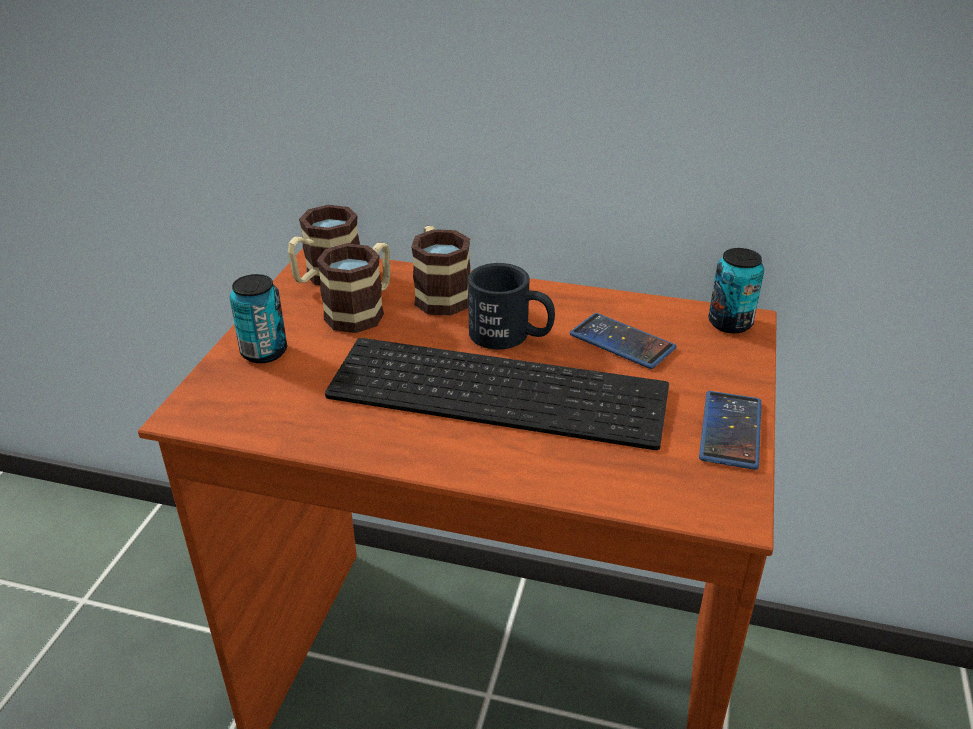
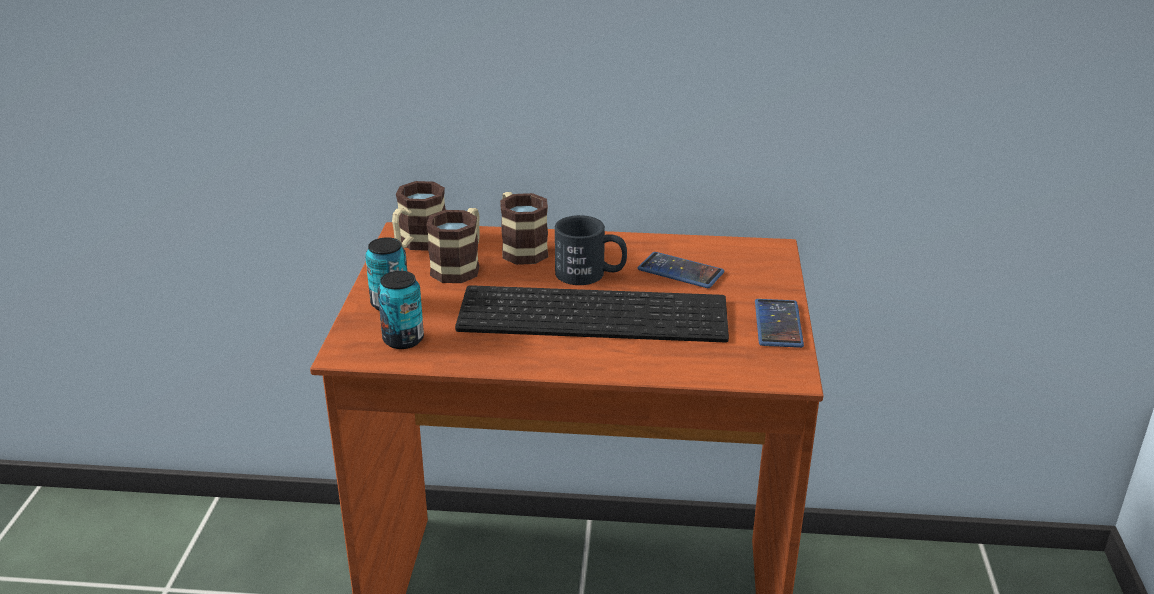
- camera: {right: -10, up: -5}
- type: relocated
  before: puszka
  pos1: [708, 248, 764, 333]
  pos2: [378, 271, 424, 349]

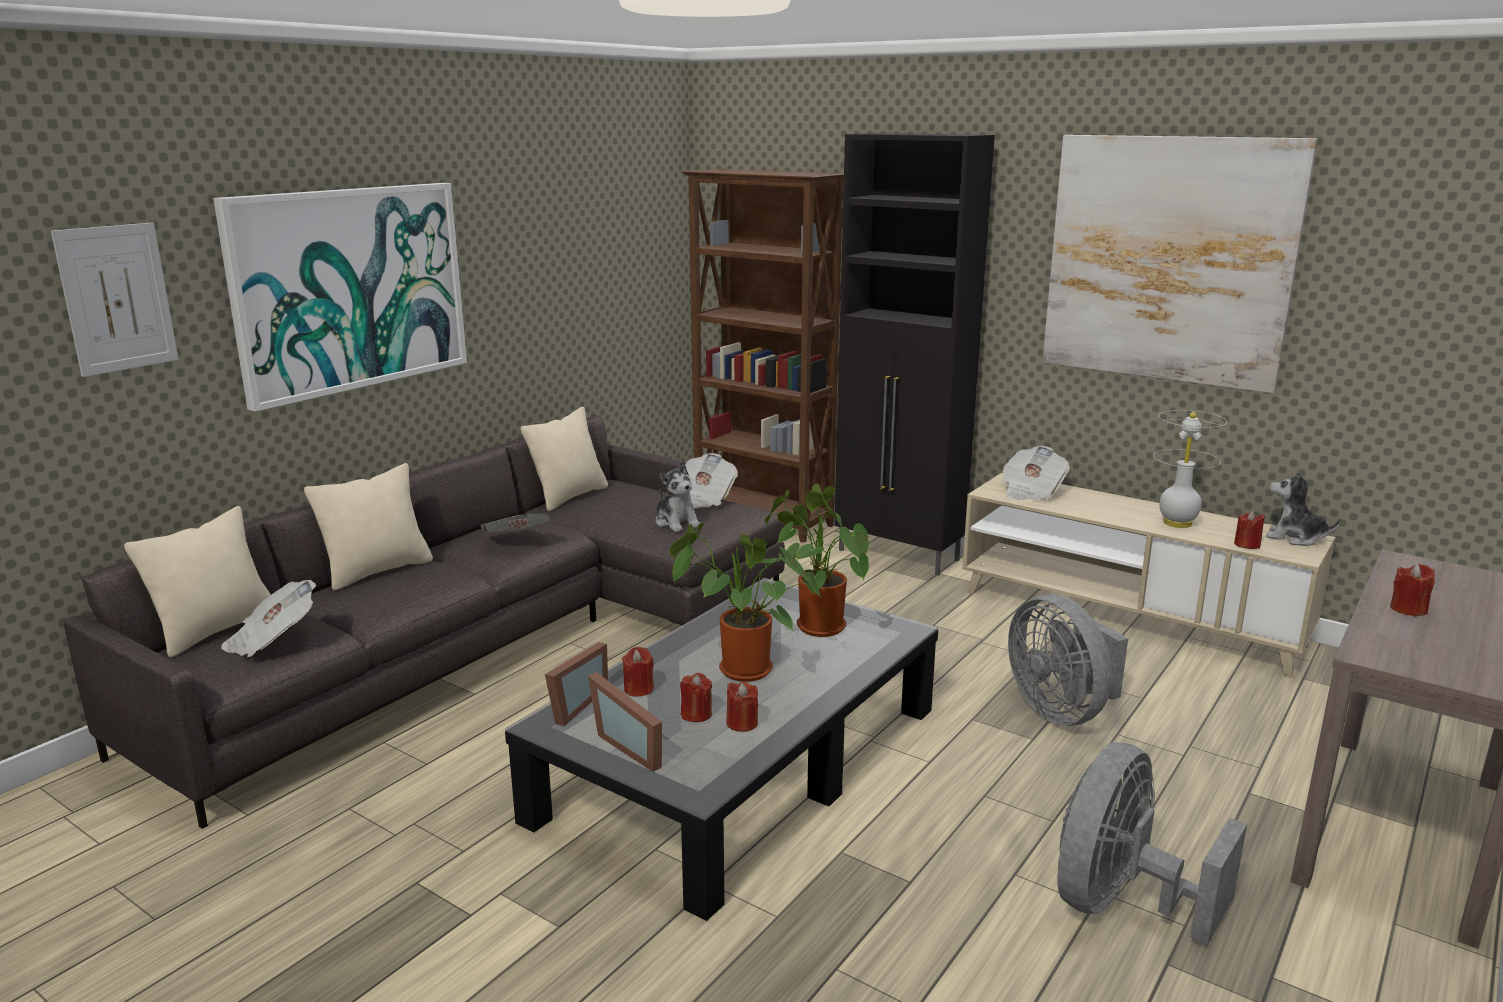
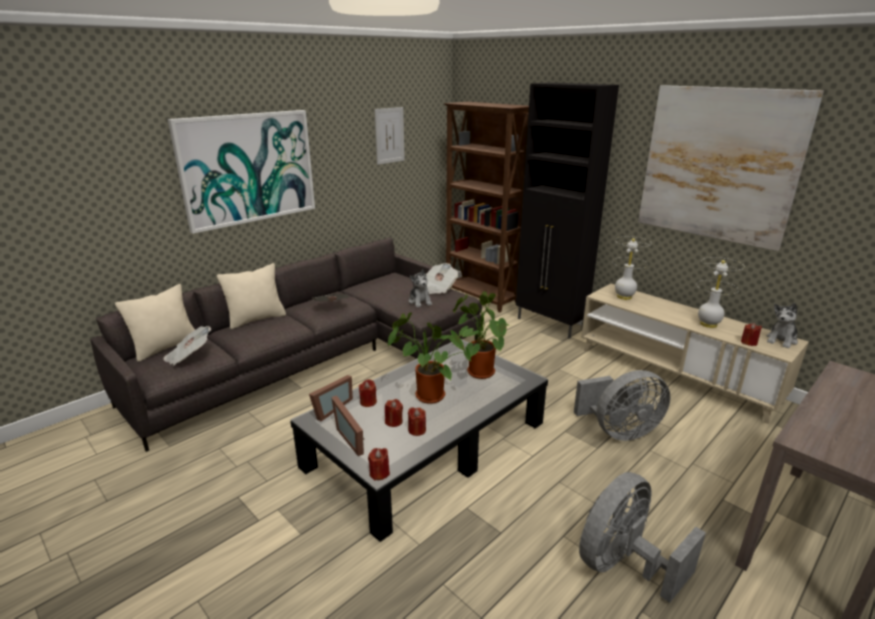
- camera: {right: 10, up: 5}
- type: relocated
  before: obraz
  pos1: [51, 223, 179, 377]
  pos2: [375, 107, 405, 165]
- type: missing
  before: poduszka (beżowy)
  pos1: [521, 407, 608, 511]
- type: exchanged
  before: gazeta
  after: lampa stołowa (biały)
  pos1: [1002, 446, 1070, 500]
  pos2: [612, 236, 652, 300]
- type: spun
  before: pluszak
  pos1: [1266, 471, 1341, 546]
  pos2: [767, 303, 798, 348]
  turn: -90
- type: relocated
  before: świeca (czerwony)
  pos1: [1390, 564, 1435, 617]
  pos2: [368, 448, 390, 480]
- type: spun
  before: wentylator (szary)
  pos1: [1008, 594, 1128, 726]
  pos2: [574, 370, 671, 441]
  turn: -90

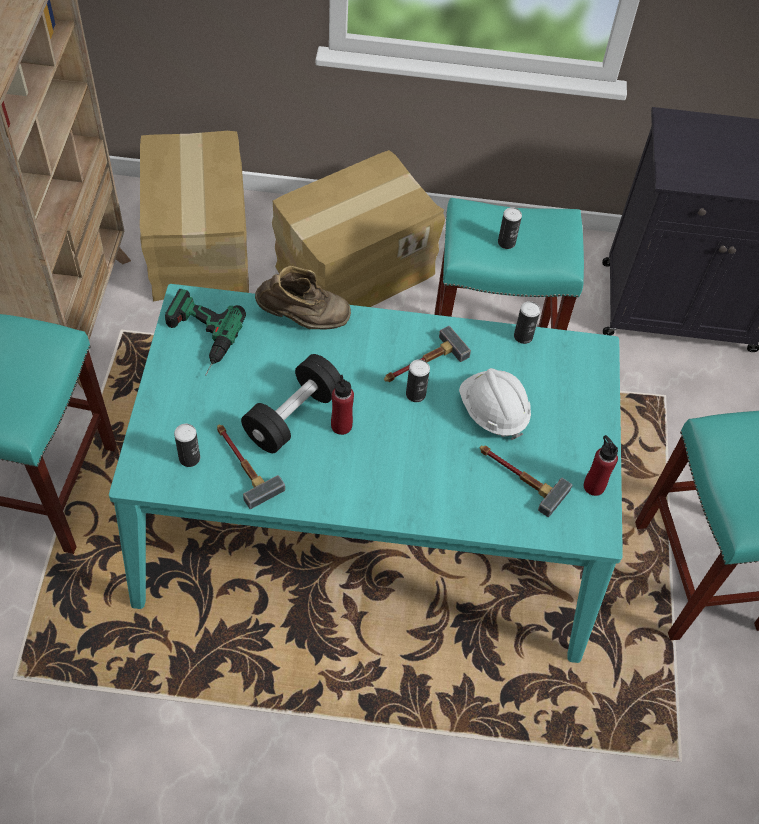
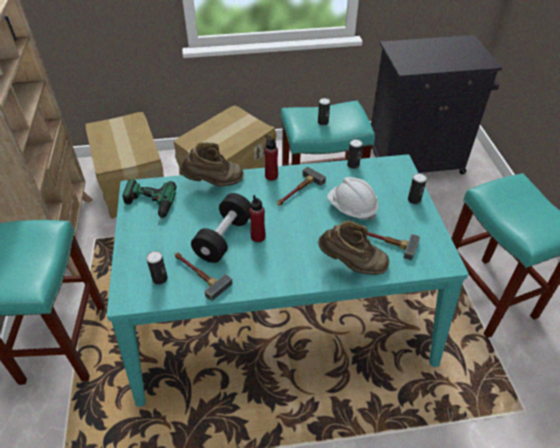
- camera: {right: -10, up: -10}
- type: relocated
  before: puszka
  pos1: [406, 359, 430, 402]
  pos2: [408, 173, 427, 204]
- type: relocated
  before: butelka (czerwony)
  pos1: [583, 435, 618, 496]
  pos2: [264, 135, 278, 181]
- type: appeared
  after: but z cholewką (brązowy)
  pos2: [318, 220, 389, 275]

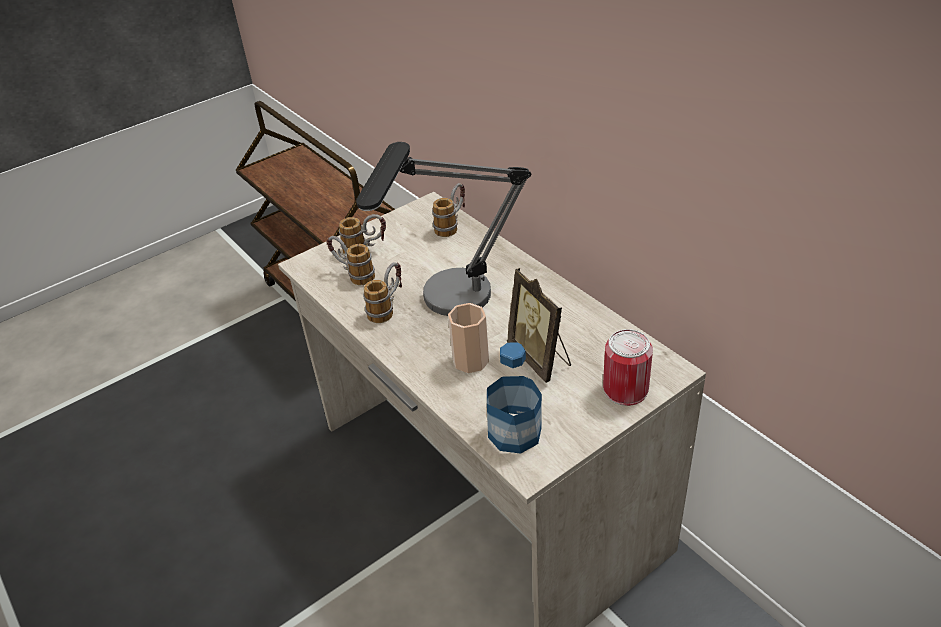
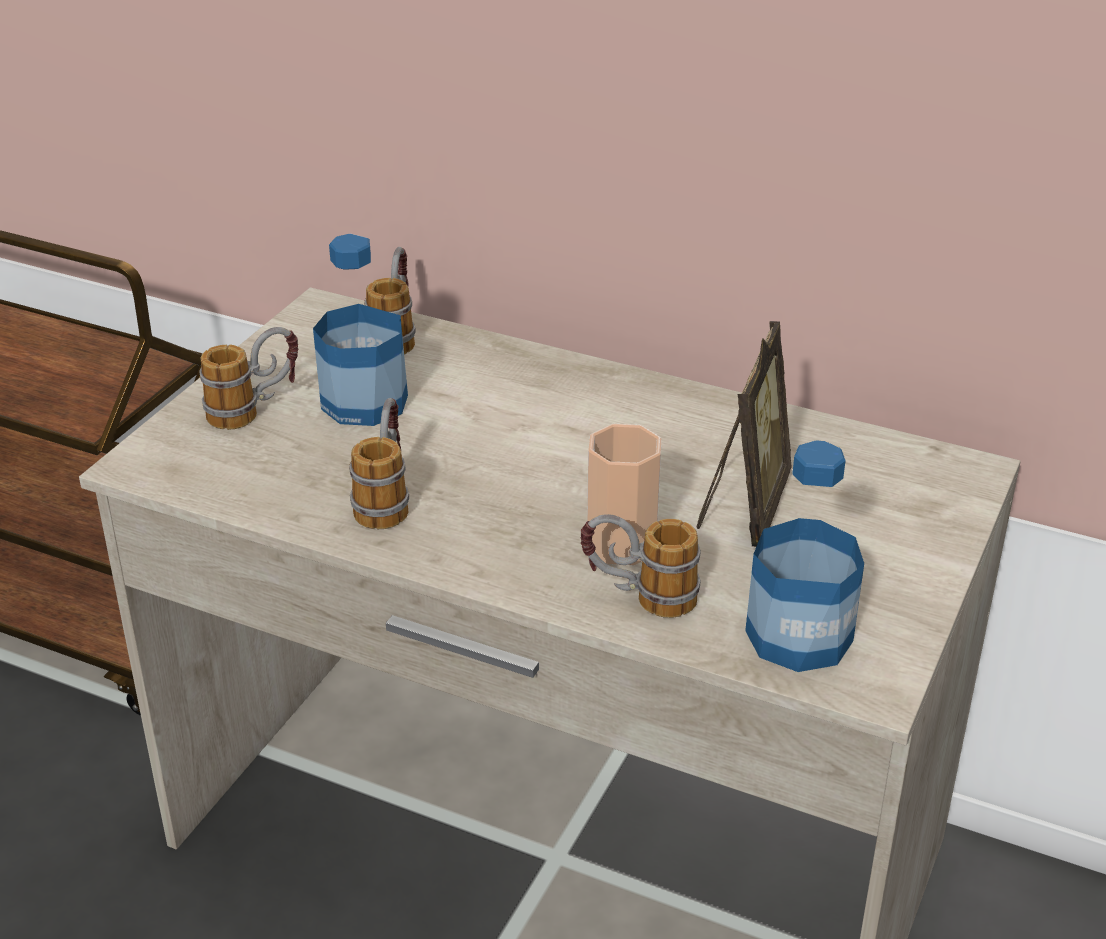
- camera: {right: -30, up: -5}
- type: missing
  before: lampa stołowa
  pos1: [356, 142, 531, 316]
- type: relocated
  before: kubek
  pos1: [327, 236, 375, 285]
  pos2: [581, 514, 701, 618]
- type: spun
  before: ramka na zdjęcie
  pos1: [507, 268, 571, 383]
  pos2: [696, 321, 792, 547]
  turn: -105
- type: missing
  before: puszka
  pos1: [603, 329, 653, 406]
- type: appeared
  after: butelka
  pos2: [313, 234, 408, 426]

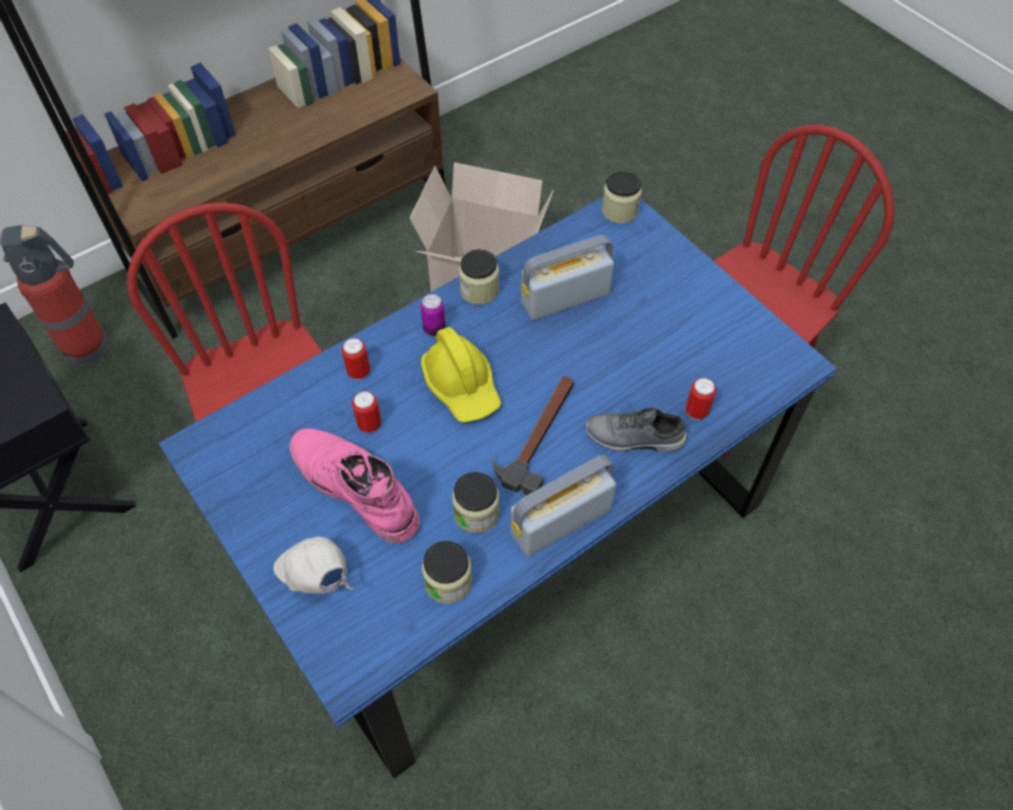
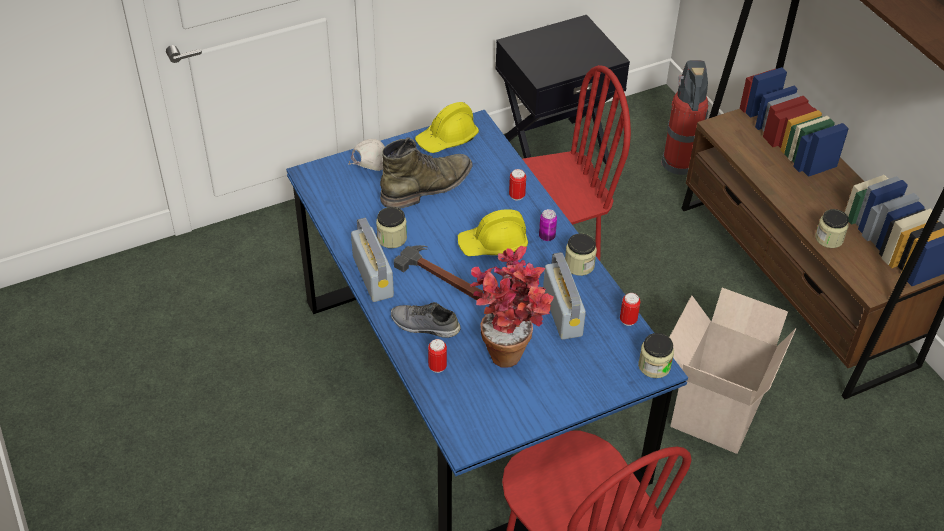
- camera: {right: 100, up: -10}
- type: relocated
  before: puszka
  pos1: [352, 391, 381, 433]
  pos2: [620, 293, 640, 326]
- type: spun
  before: but (szary)
  pos1: [586, 407, 687, 452]
  pos2: [391, 302, 461, 338]
  turn: -90
- type: colour
  before: but z cholewką (różowy)
  after: but z cholewką (zielony)
  pos1: [289, 428, 420, 544]
  pos2: [380, 137, 472, 209]
- type: relocated
  before: słoik
  pos1: [422, 541, 472, 604]
  pos2: [815, 209, 849, 248]
- type: appeared
  after: kask (żółty)
  pos2: [415, 102, 479, 153]
- type: appeared
  after: roślina doniczkowa
  pos2: [470, 246, 554, 368]

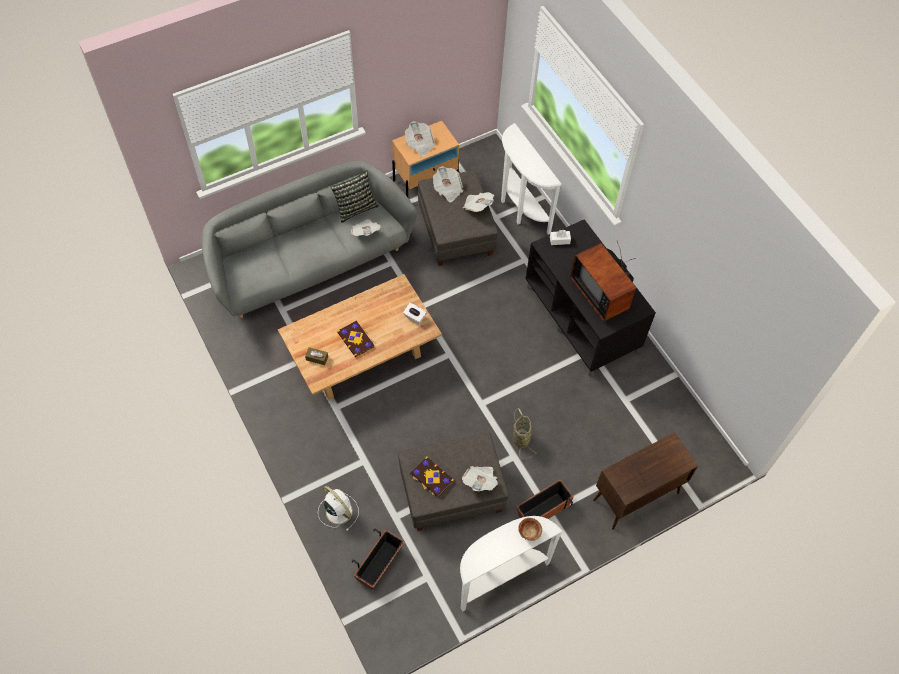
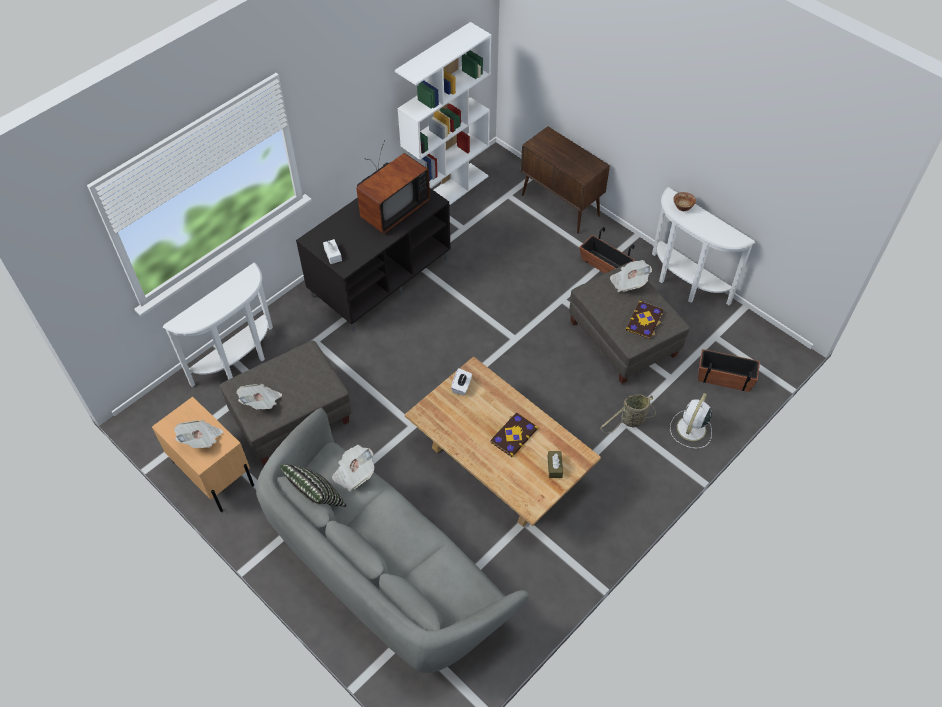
- camera: {right: -105, up: -5}
- type: missing
  before: gazeta
  pos1: [463, 192, 494, 212]
- type: relocated
  before: koszyk
  pos1: [513, 408, 537, 459]
  pos2: [600, 394, 656, 433]
- type: appeared
  after: regał (biały)
  pos2: [395, 22, 491, 205]

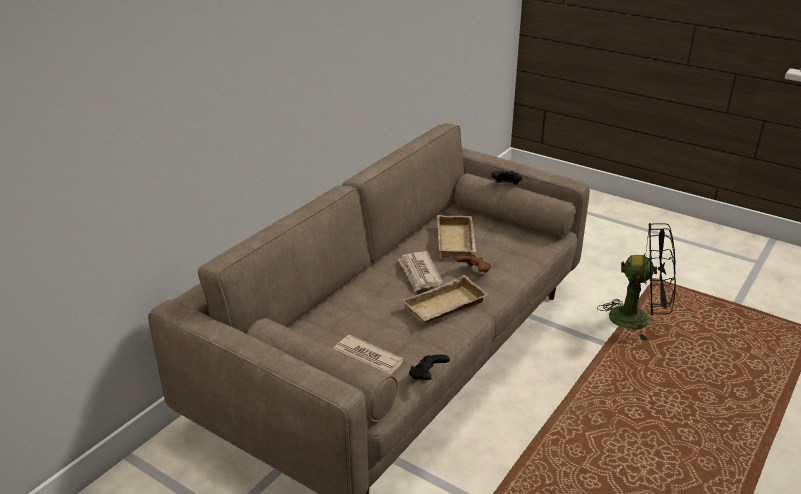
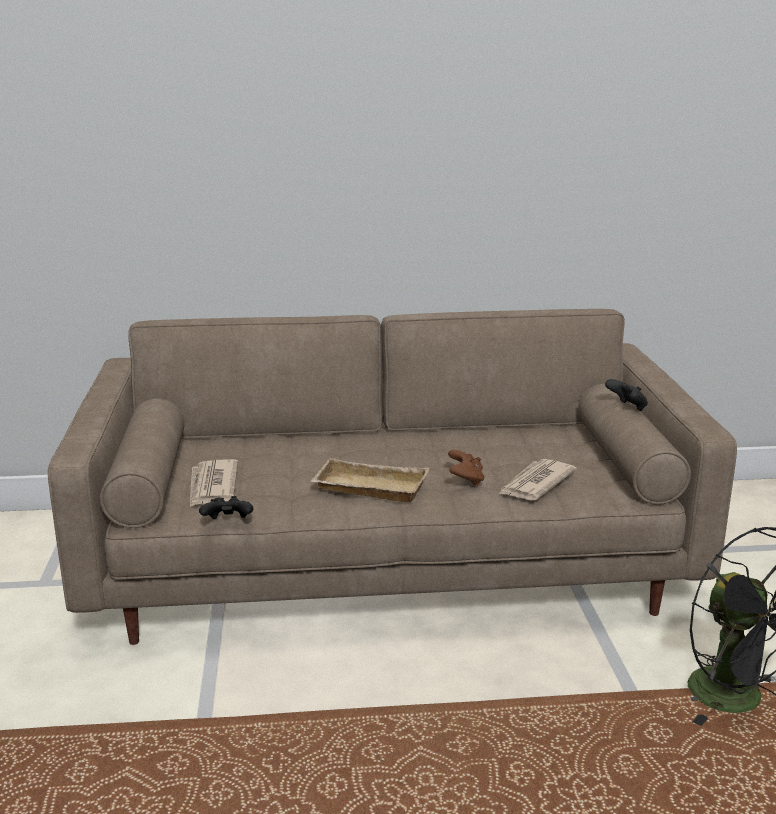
- camera: {right: 50, up: -10}
- type: missing
  before: taca (beżowy)
  pos1: [437, 215, 476, 257]
- type: relocated
  before: gazeta
  pos1: [398, 251, 443, 291]
  pos2: [499, 459, 577, 500]

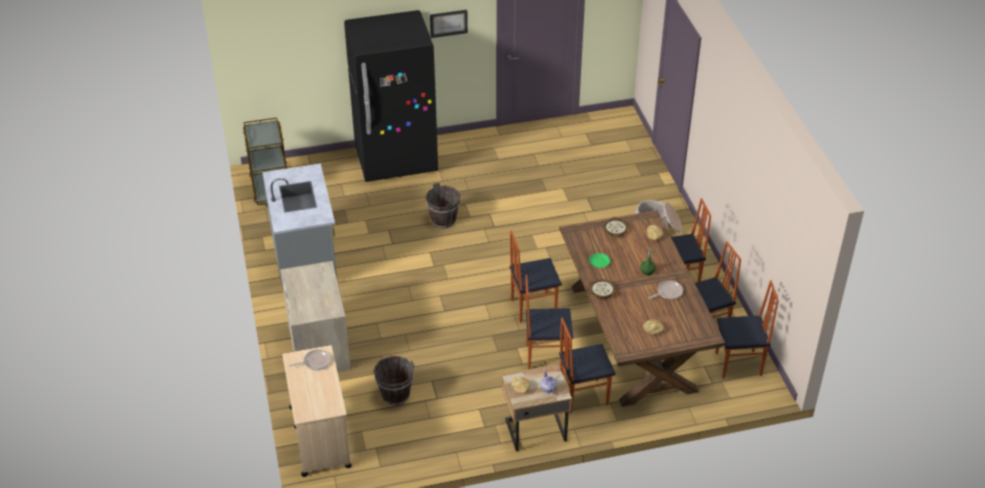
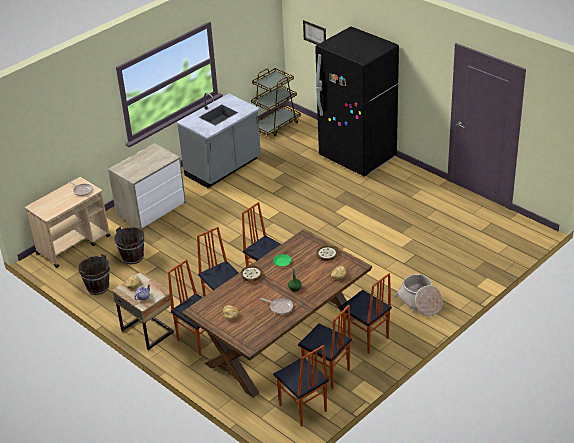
- camera: {right: 60, up: -5}
- type: relocated
  before: obraz
  pos1: [430, 10, 468, 38]
  pos2: [303, 20, 326, 45]
- type: relocated
  before: wiadro (brązowy)
  pos1: [426, 183, 460, 228]
  pos2: [78, 253, 110, 295]

